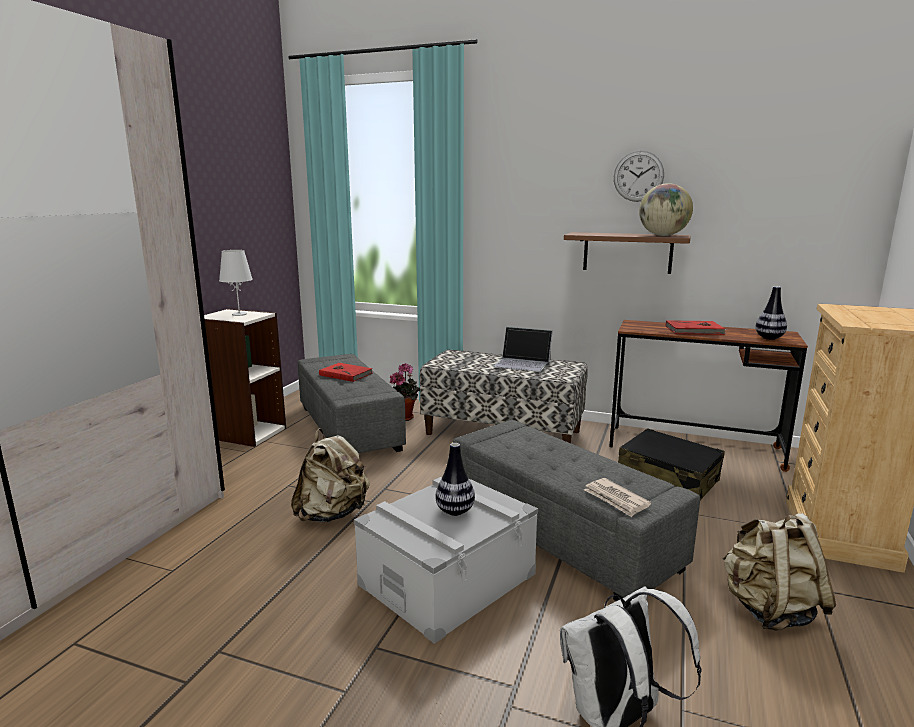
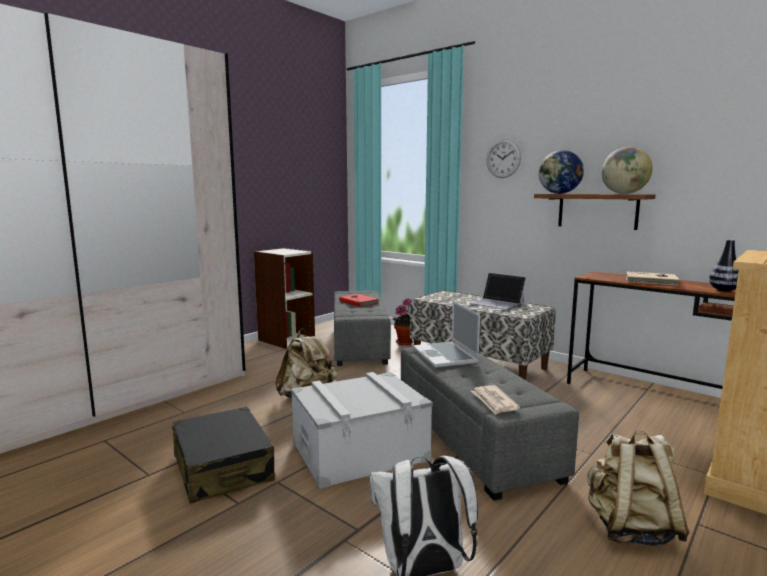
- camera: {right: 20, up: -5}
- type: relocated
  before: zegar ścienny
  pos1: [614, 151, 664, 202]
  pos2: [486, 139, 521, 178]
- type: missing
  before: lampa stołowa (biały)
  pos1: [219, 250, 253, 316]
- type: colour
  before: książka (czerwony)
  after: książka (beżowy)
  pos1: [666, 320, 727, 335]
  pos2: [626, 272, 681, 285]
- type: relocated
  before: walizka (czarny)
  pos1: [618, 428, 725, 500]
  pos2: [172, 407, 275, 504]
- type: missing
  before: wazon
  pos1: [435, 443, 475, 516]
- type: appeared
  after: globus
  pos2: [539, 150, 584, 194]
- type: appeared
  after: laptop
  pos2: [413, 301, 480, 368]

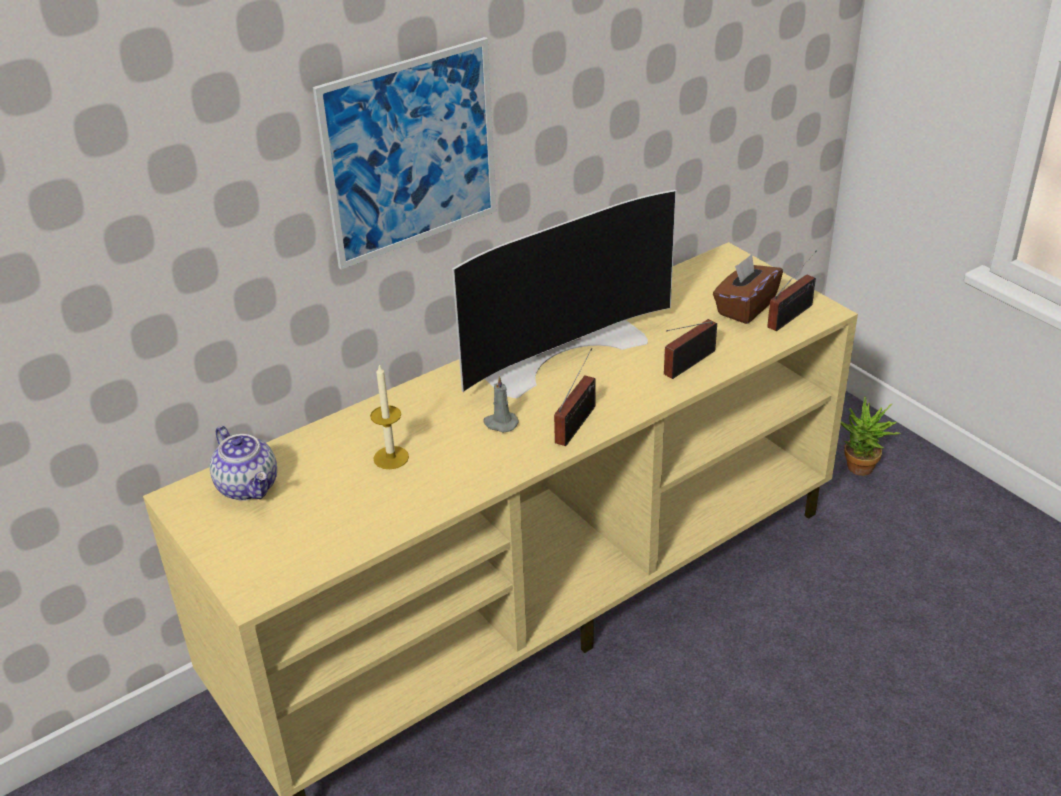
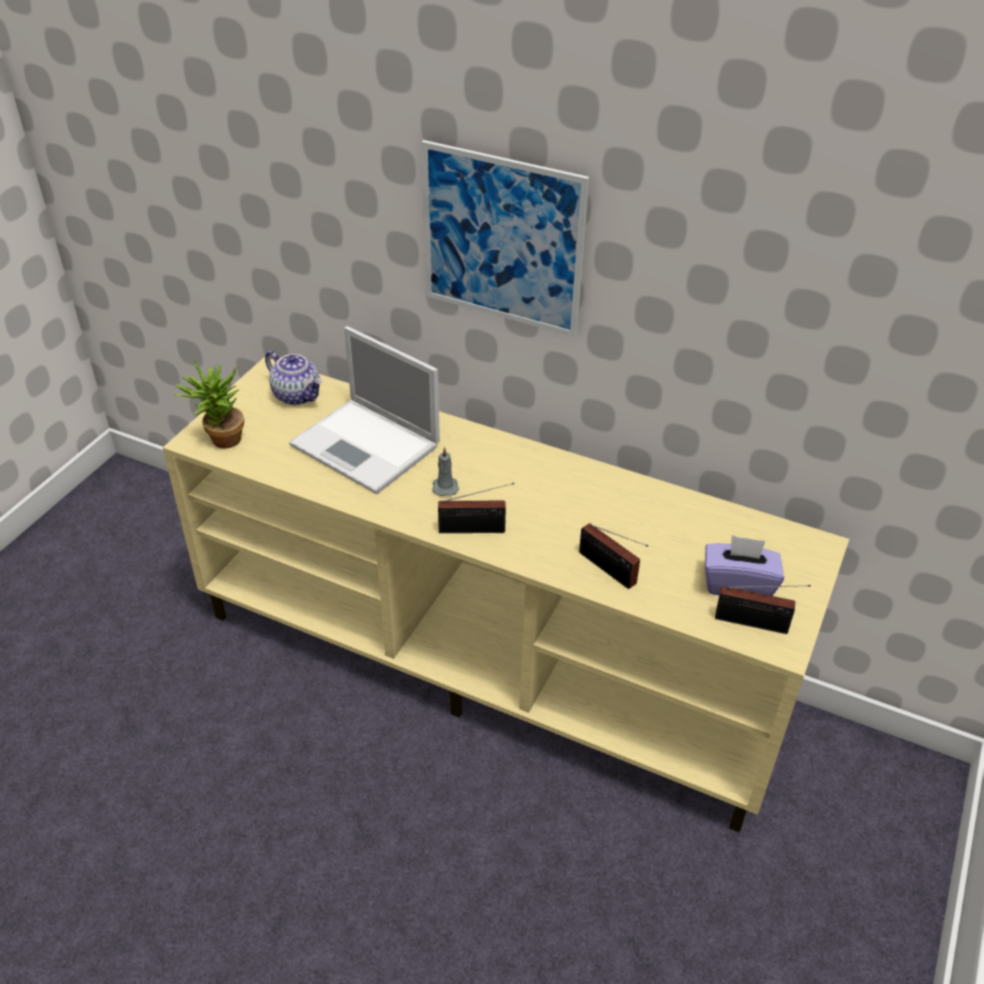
- camera: {right: 60, up: 5}
- type: missing
  before: telewizor
  pos1: [452, 190, 676, 398]
- type: colour
  before: pudełko chusteczek (brązowy)
  after: pudełko chusteczek (fioletowy)
  pos1: [713, 254, 783, 324]
  pos2: [705, 535, 784, 596]
- type: spun
  before: radio
  pos1: [664, 319, 717, 379]
  pos2: [579, 523, 648, 589]
  turn: -150
- type: exchanged
  before: świeca
  after: laptop
  pos1: [370, 364, 409, 469]
  pos2: [289, 326, 440, 494]
- type: relocated
  before: roślina doniczkowa
  pos1: [841, 396, 901, 476]
  pos2: [174, 360, 244, 448]
- type: spun
  before: imbryk
  pos1: [210, 426, 277, 501]
  pos2: [265, 351, 322, 405]
  turn: -75

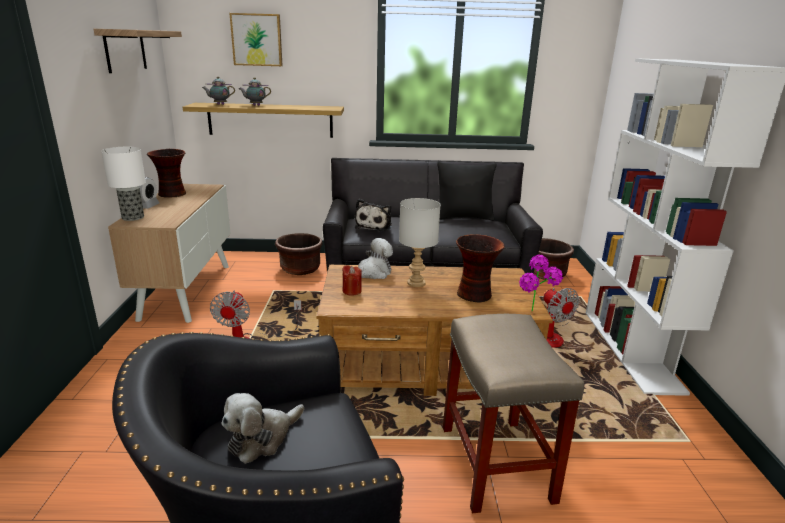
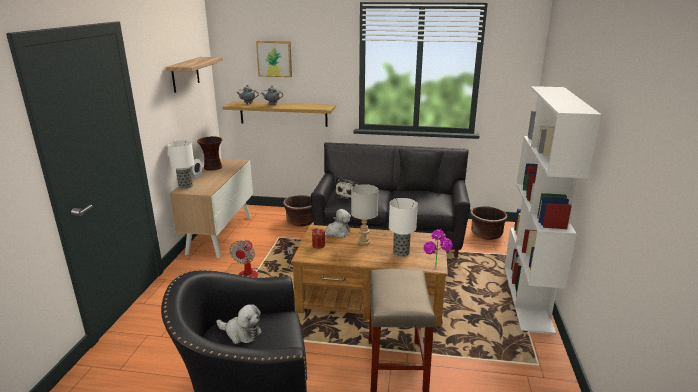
- camera: {right: 10, up: 0}
- type: exchanged
  before: wazon
  after: lampa stołowa
  pos1: [456, 234, 505, 302]
  pos2: [389, 198, 418, 257]
- type: missing
  before: wentylator
  pos1: [543, 288, 579, 348]
- type: spun
  before: pluszak
  pos1: [222, 393, 304, 464]
  pos2: [216, 304, 262, 344]
  turn: -120

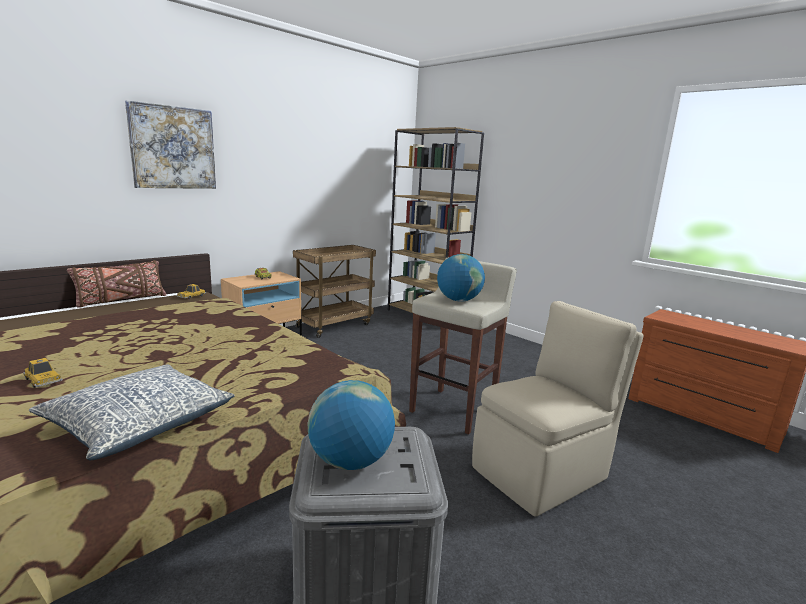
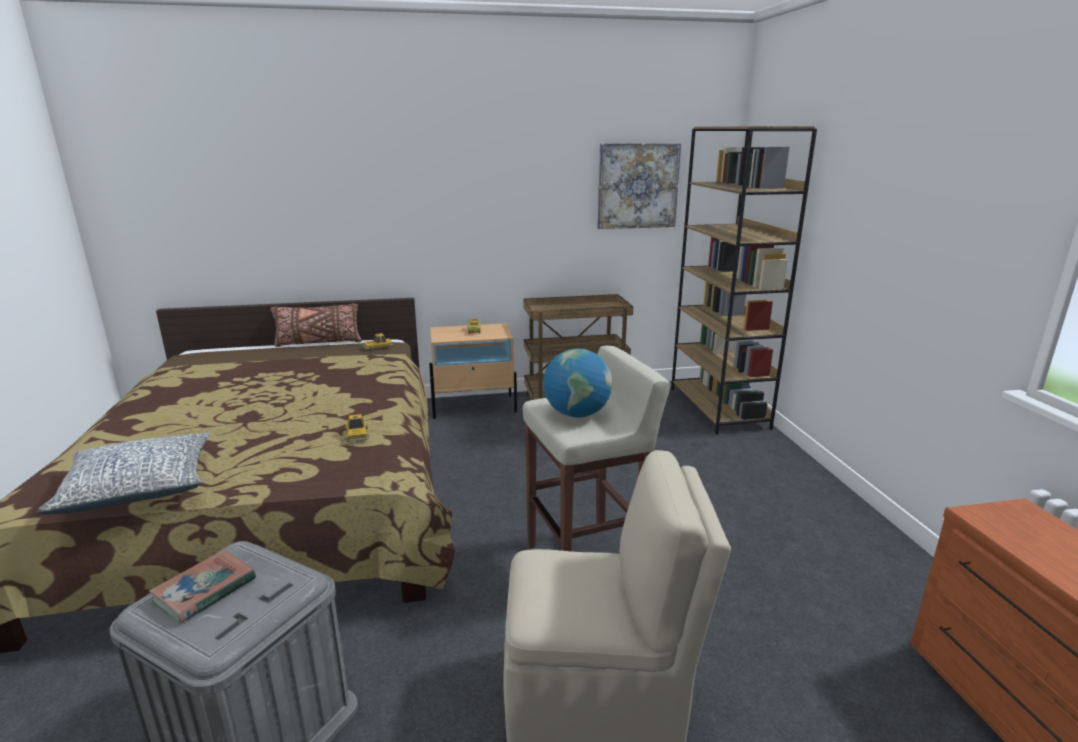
- camera: {right: 35, up: 5}
- type: relocated
  before: obraz
  pos1: [125, 100, 216, 189]
  pos2: [597, 143, 681, 229]
- type: relocated
  before: samochodzik
  pos1: [23, 358, 63, 388]
  pos2: [345, 414, 369, 442]
- type: exchanged
  before: globus
  after: książka
  pos1: [308, 380, 395, 470]
  pos2: [149, 549, 256, 624]

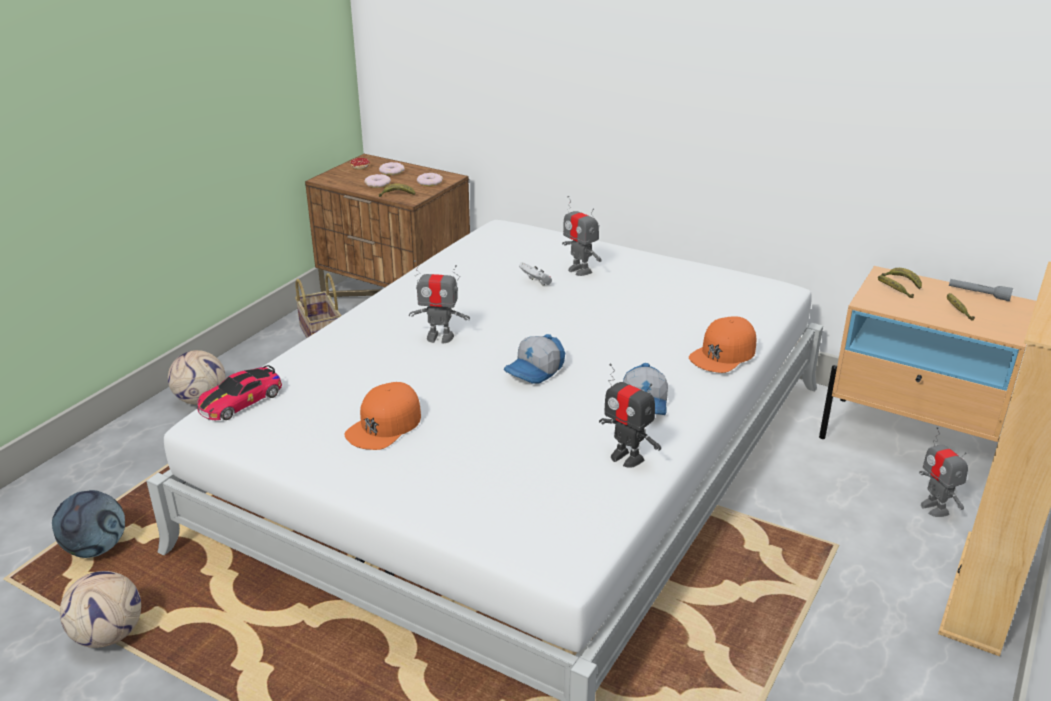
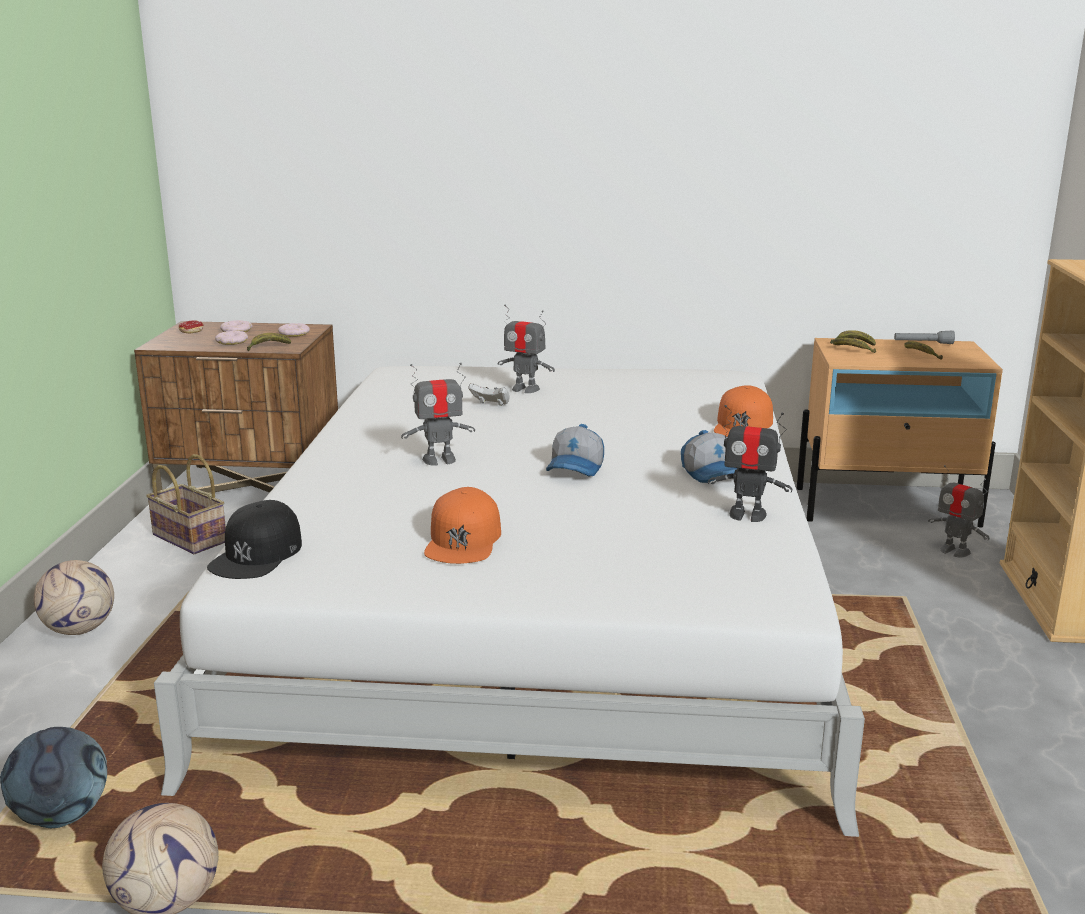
- camera: {right: -25, up: -10}
- type: exchanged
  before: samochodzik
  after: czapka z daszkiem (czarny)
  pos1: [197, 365, 282, 420]
  pos2: [207, 500, 302, 579]

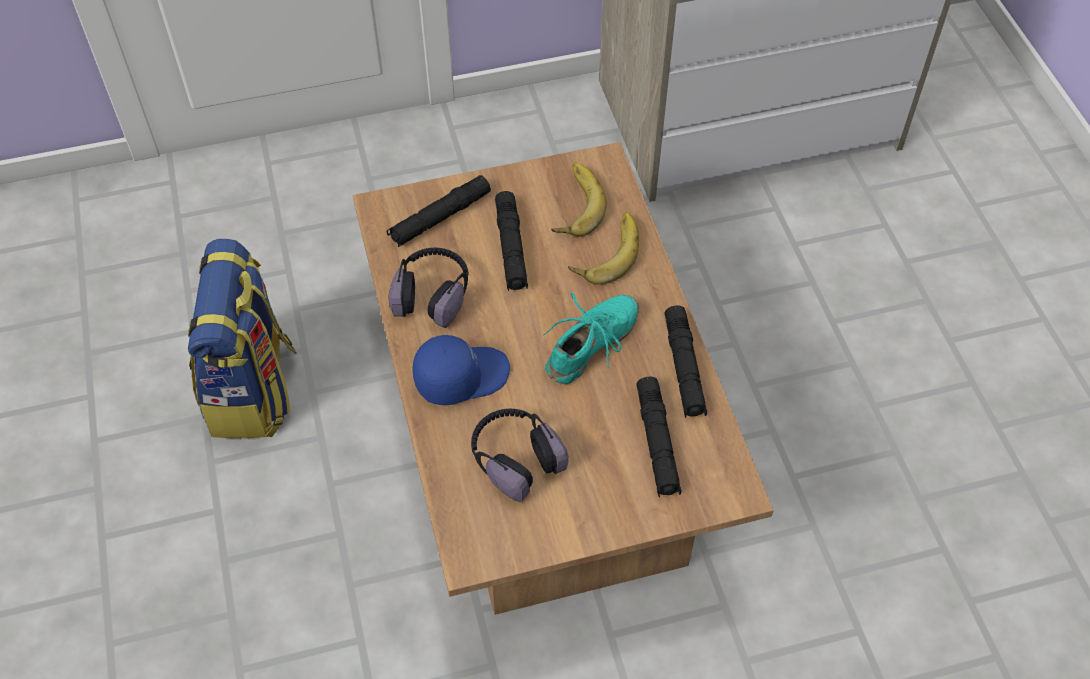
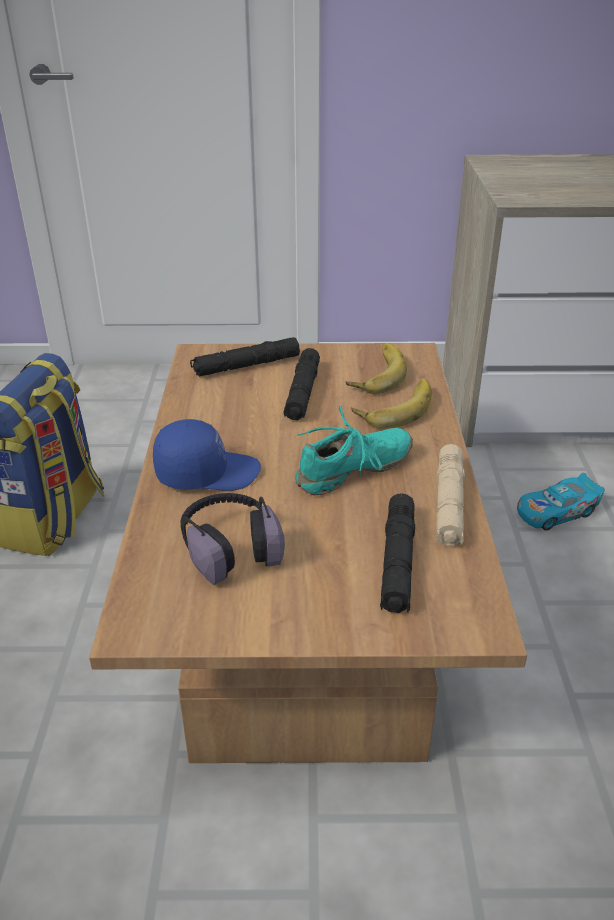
- camera: {right: 15, up: -20}
- type: missing
  before: słuchawki
  pos1: [388, 248, 469, 328]
- type: colour
  before: latarka (czarny)
  after: latarka (beżowy)
  pos1: [664, 305, 707, 418]
  pos2: [436, 444, 465, 546]
- type: appeared
  after: samochodzik
  pos2: [517, 473, 605, 530]

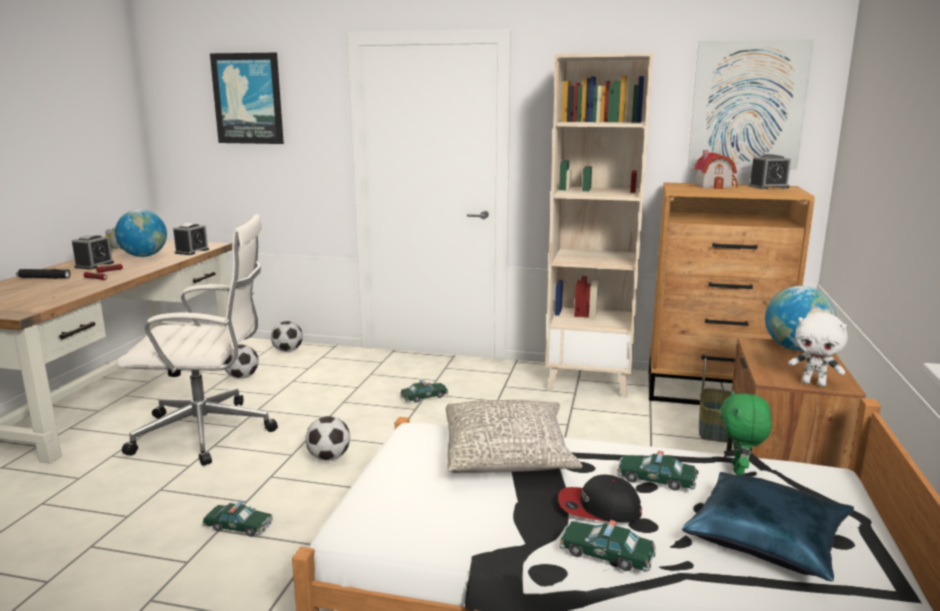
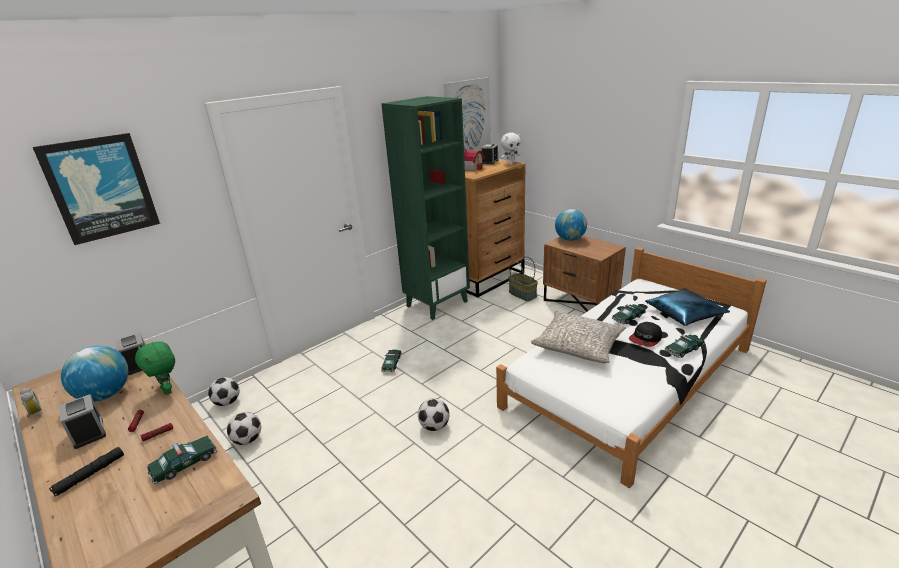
- camera: {right: -55, up: 10}
- type: colour
  before: regał (beżowy)
  after: regał (zielony)
  pos1: [545, 53, 653, 397]
  pos2: [381, 96, 470, 320]
- type: missing
  before: krzesło biurowe (biały)
  pos1: [117, 214, 278, 466]
- type: relocated
  before: pluszak (biały)
  pos1: [788, 312, 848, 387]
  pos2: [501, 133, 521, 164]
- type: relocated
  before: pluszak (zielony)
  pos1: [721, 391, 772, 475]
  pos2: [135, 341, 175, 395]
- type: relocated
  before: samochodzik
  pos1: [202, 501, 273, 537]
  pos2: [147, 436, 217, 485]

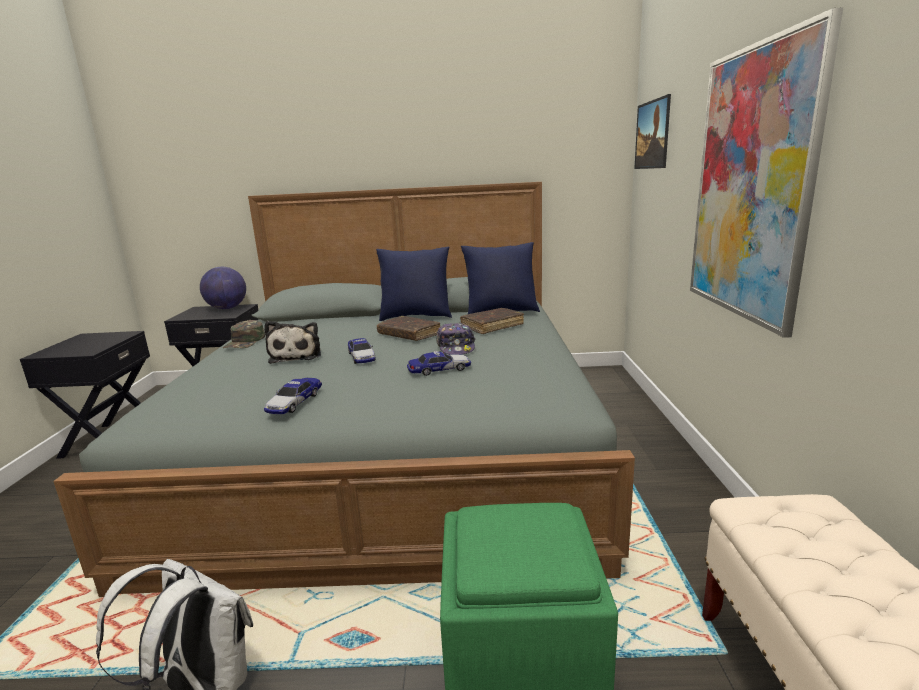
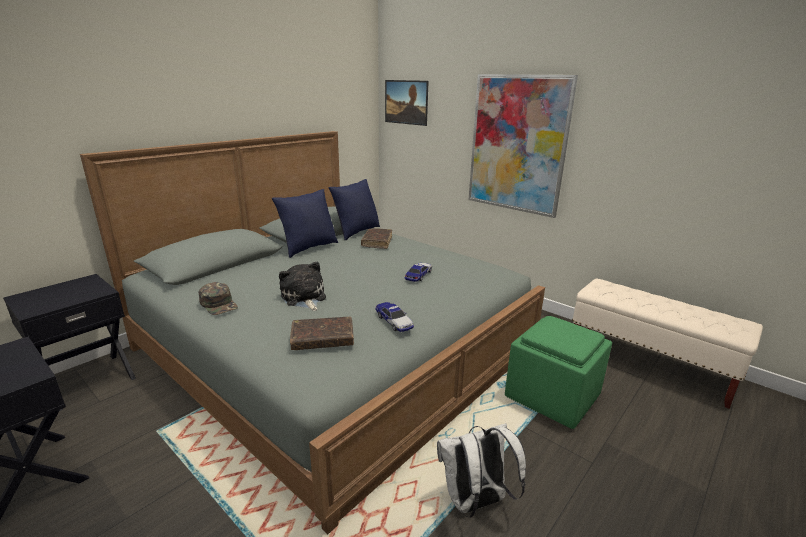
- camera: {right: -50, up: 5}
- type: missing
  before: globus
  pos1: [200, 267, 246, 309]
- type: relocated
  before: książka (brązowy)
  pos1: [377, 316, 440, 341]
  pos2: [290, 317, 354, 350]
- type: spun
  before: pluszak
  pos1: [264, 321, 321, 364]
  pos2: [279, 261, 326, 311]
  turn: -150
- type: missing
  before: czapka z daszkiem
  pos1: [436, 323, 475, 355]
- type: missing
  before: samochodzik
  pos1: [348, 338, 375, 364]

